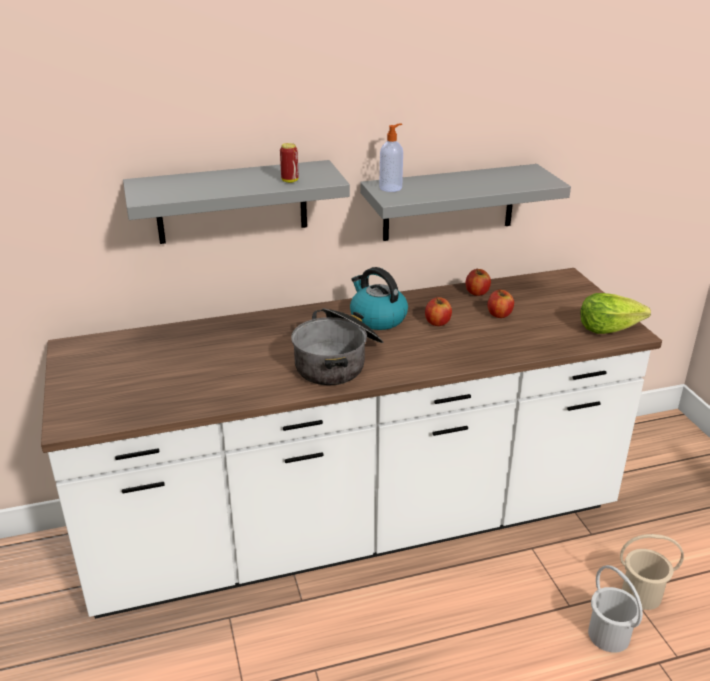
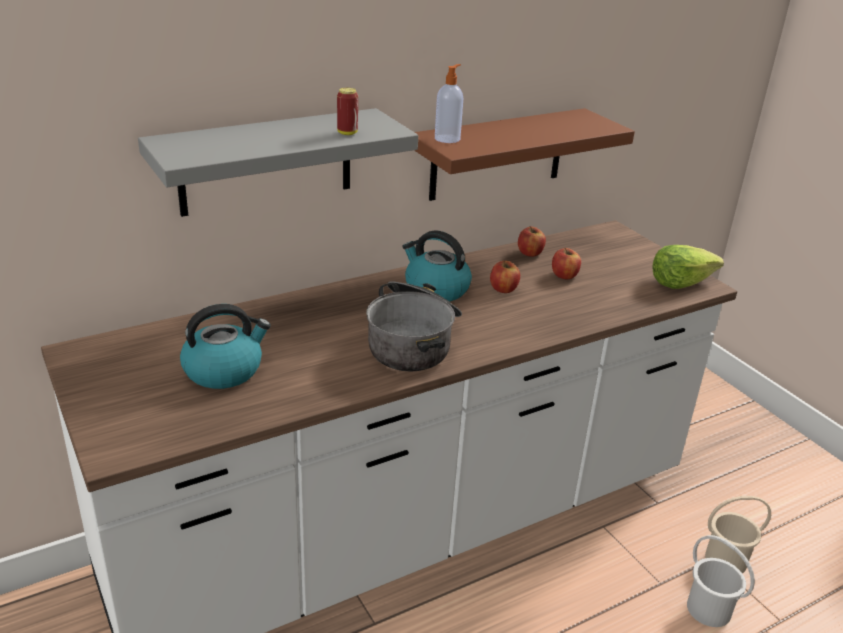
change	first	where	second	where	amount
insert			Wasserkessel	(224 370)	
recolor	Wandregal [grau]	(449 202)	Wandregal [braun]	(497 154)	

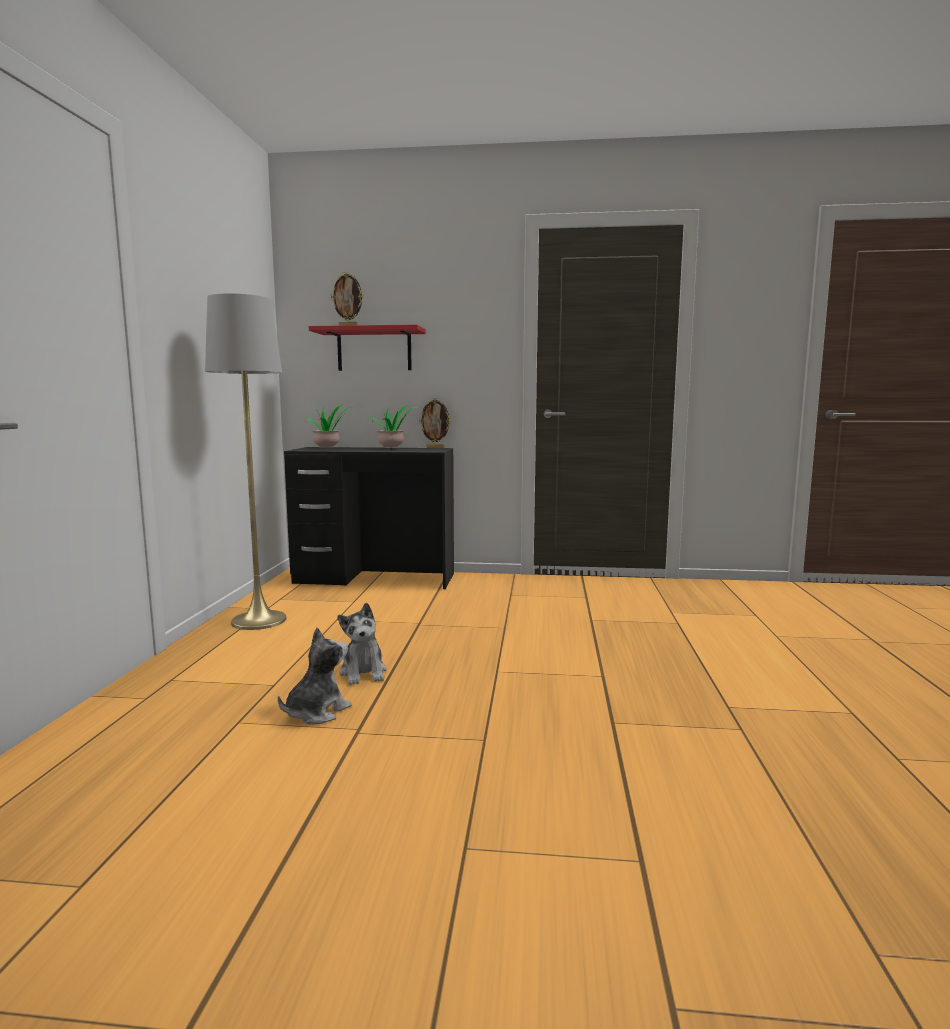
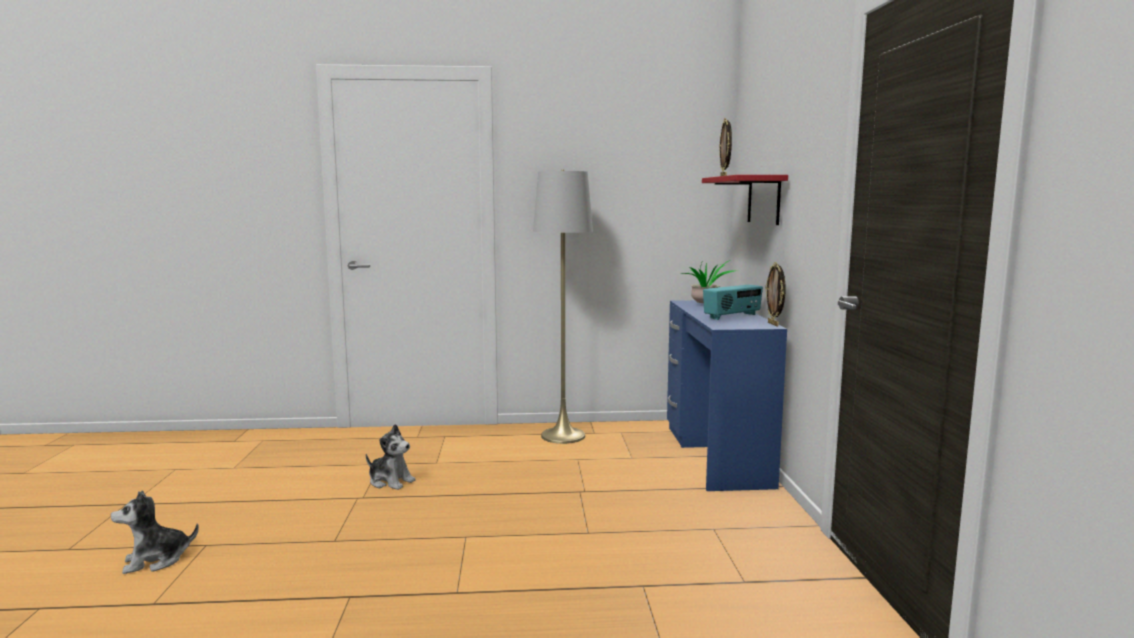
change	first	where	second	where	amount
move	Plüschtier	(363 672)		(156 560)	
recolor	Schreibtisch [schwarz]	(375 578)	Schreibtisch [blau]	(717 455)	
replace	Topfpflanze	(393 449)	Radio	(732 316)	

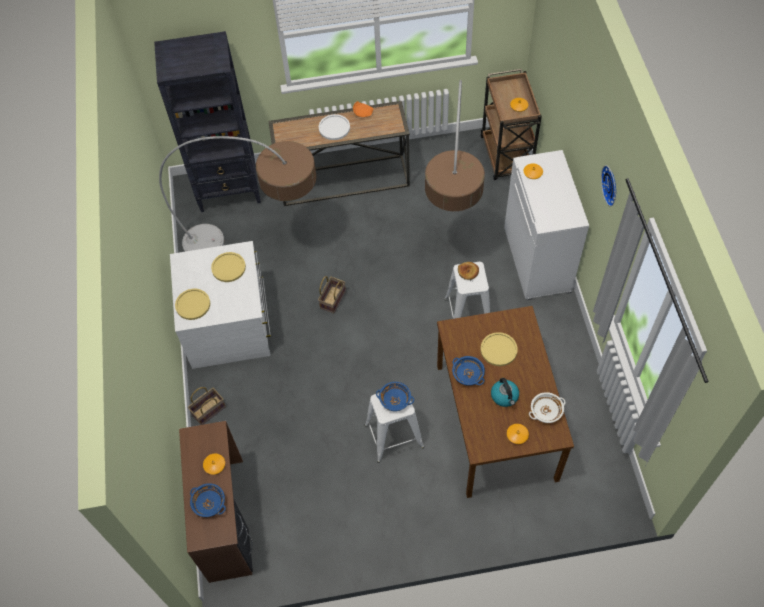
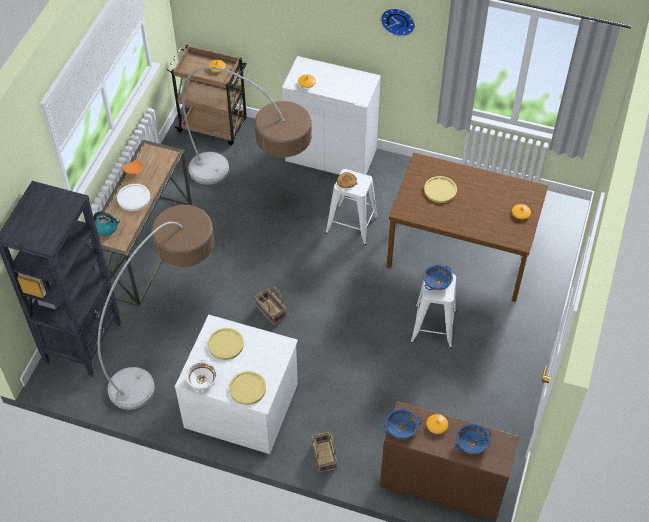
change	first	where	second	where	amount
move	Wasserkessel	(505 396)		(106 228)	
move	Schüssel [weiß]	(546 412)		(202 380)	
move	Schüssel [blau]	(467 375)		(401 428)	

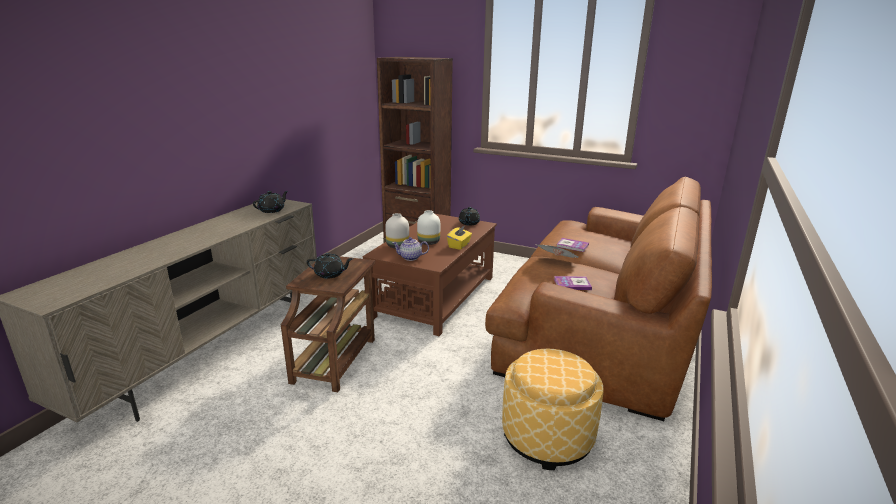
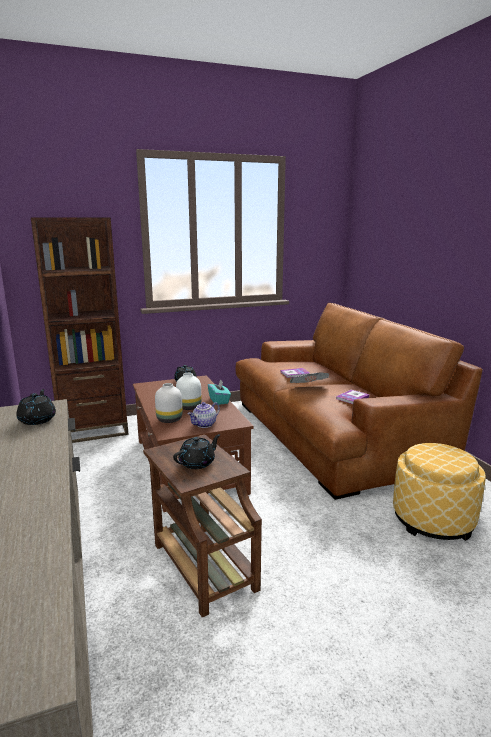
change	first	where	second	where	amount
recolor	Taschentuchbox [gelb]	(459 245)	Taschentuchbox [türkis]	(219 400)	

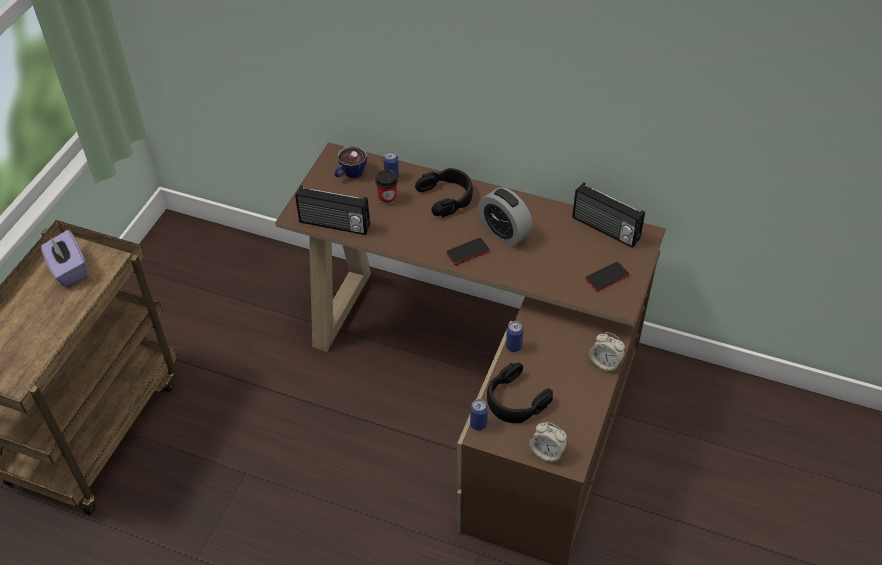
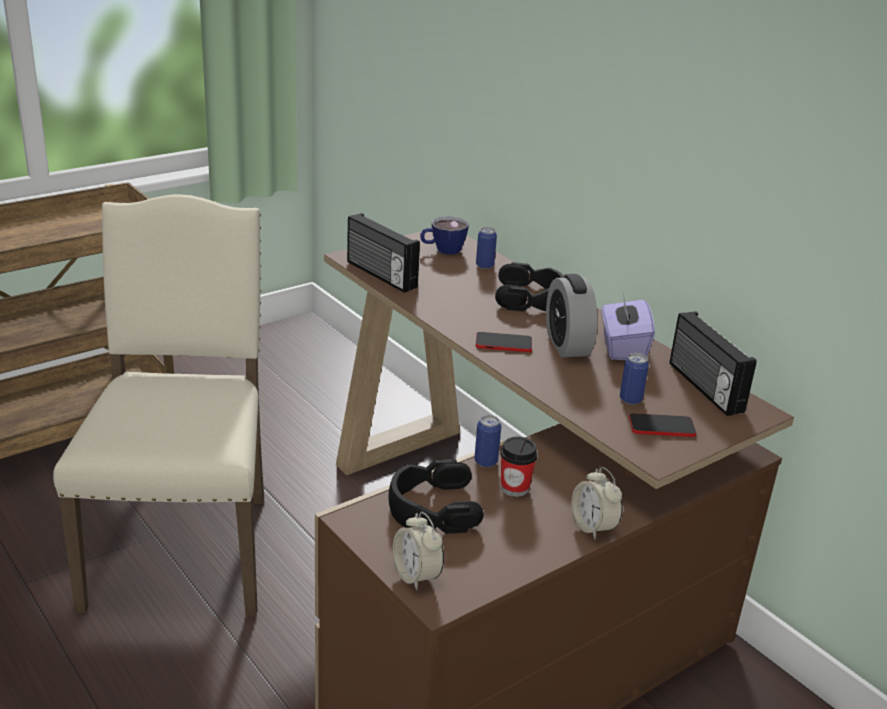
change	first	where	second	where	amount
insert			Stuhl [beige]	(185 547)	
move	Tasse	(387 199)		(515 488)	
move	Taschentuchbox [lila]	(69 270)		(622 347)	
move	Dose	(478 424)		(630 399)	

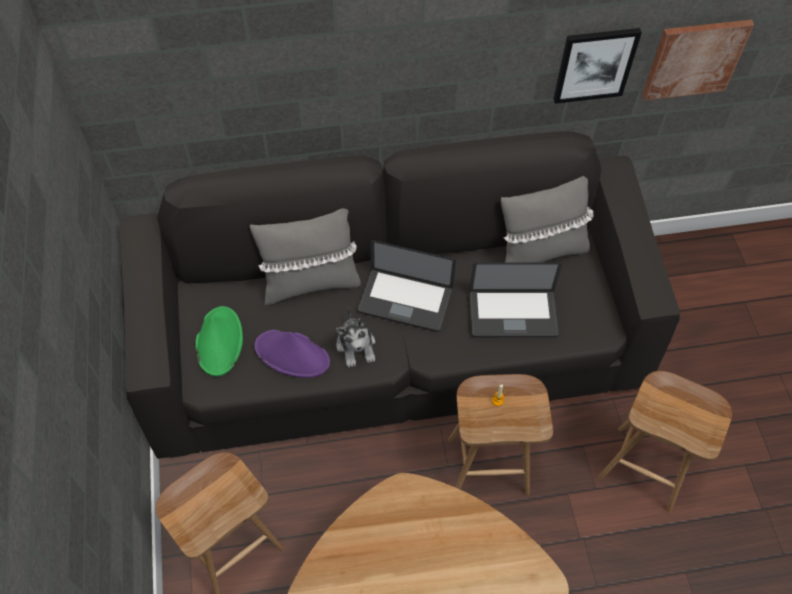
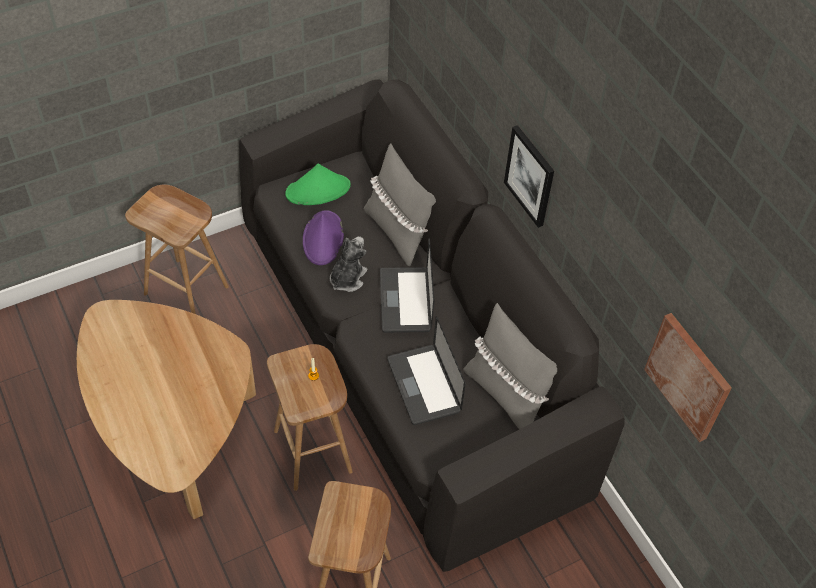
change	first	where	second	where	amount
rotate	Plüschtier	(356 346)		(347 278)	150 degrees clockwise
move	Bild	(595 64)		(530 176)	

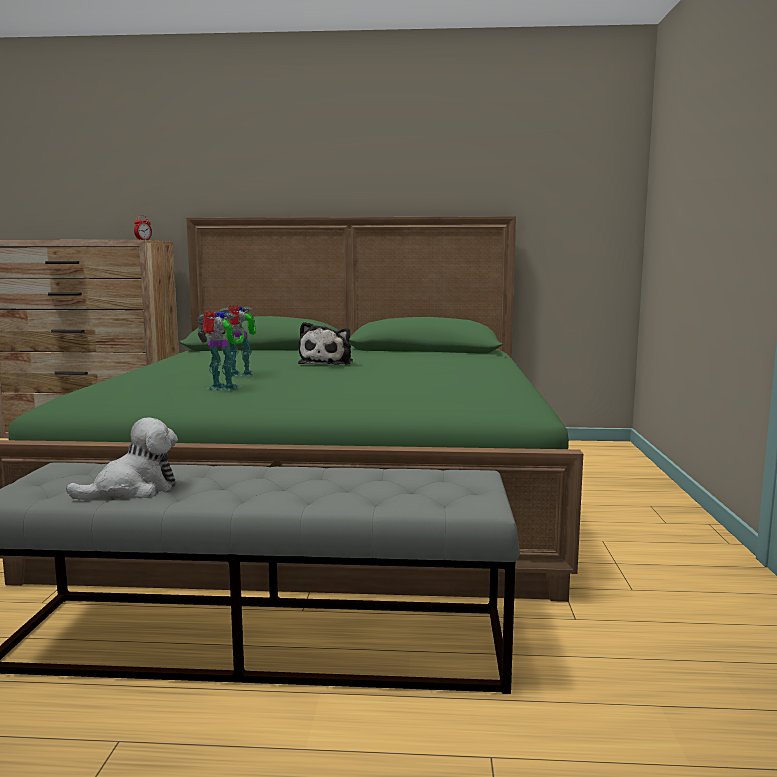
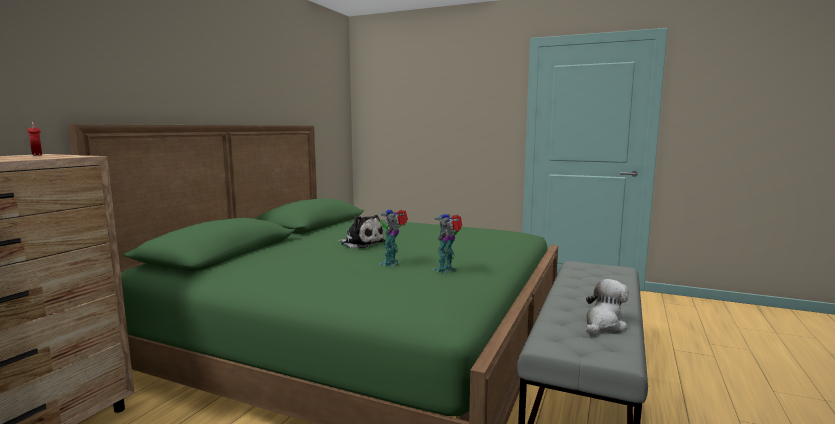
change	first	where	second	where	amount
rotate	Plüschtier	(133 490)		(603 325)	60 degrees clockwise

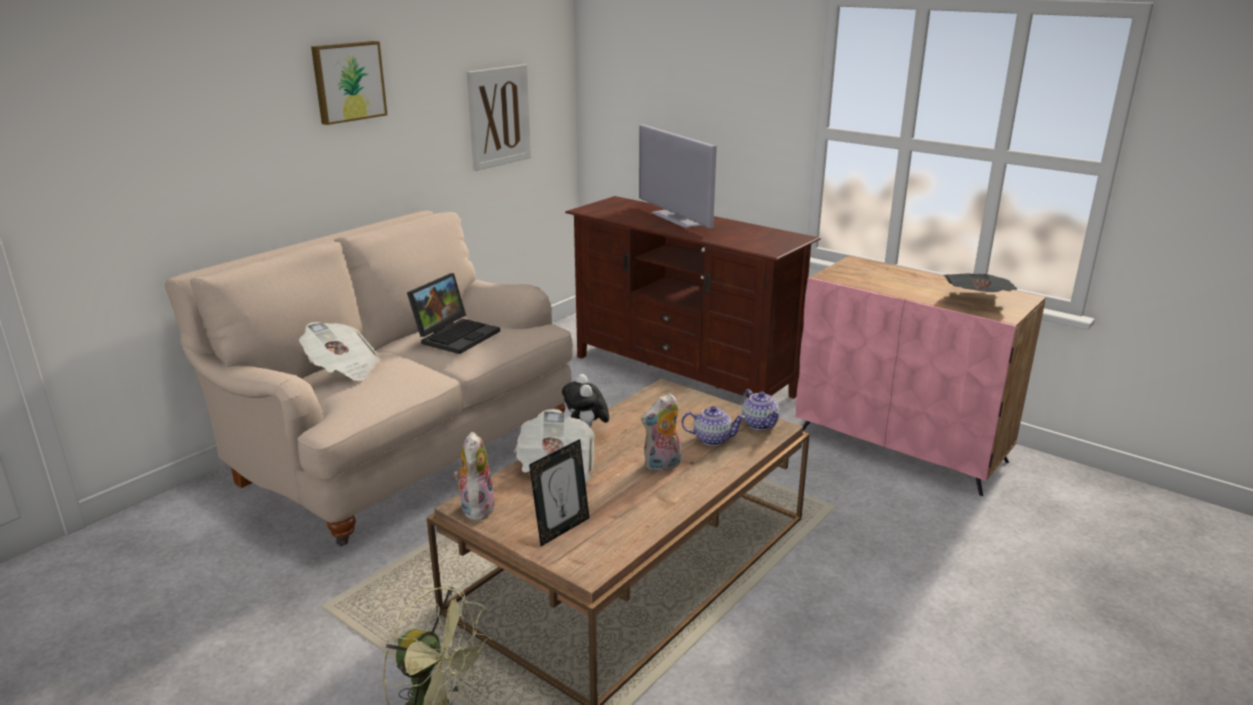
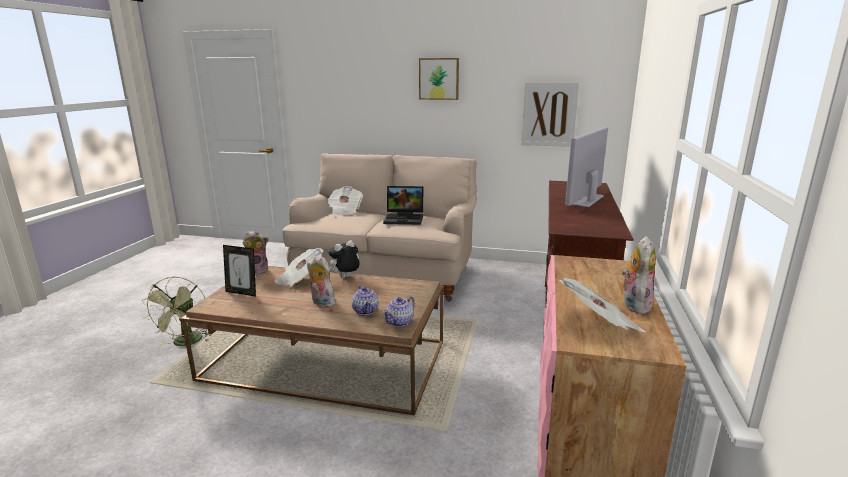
change	first	where	second	where	amount
insert			Plüschtier	(634 304)	

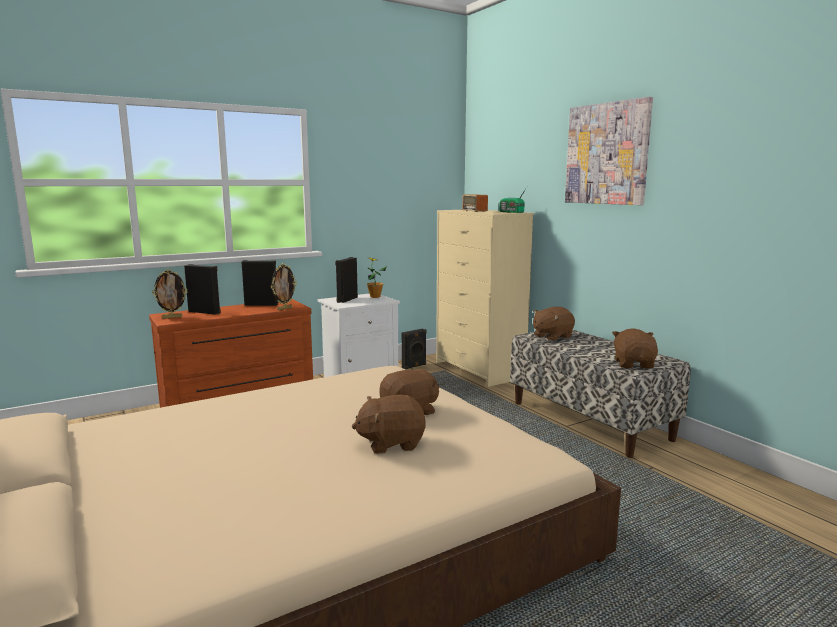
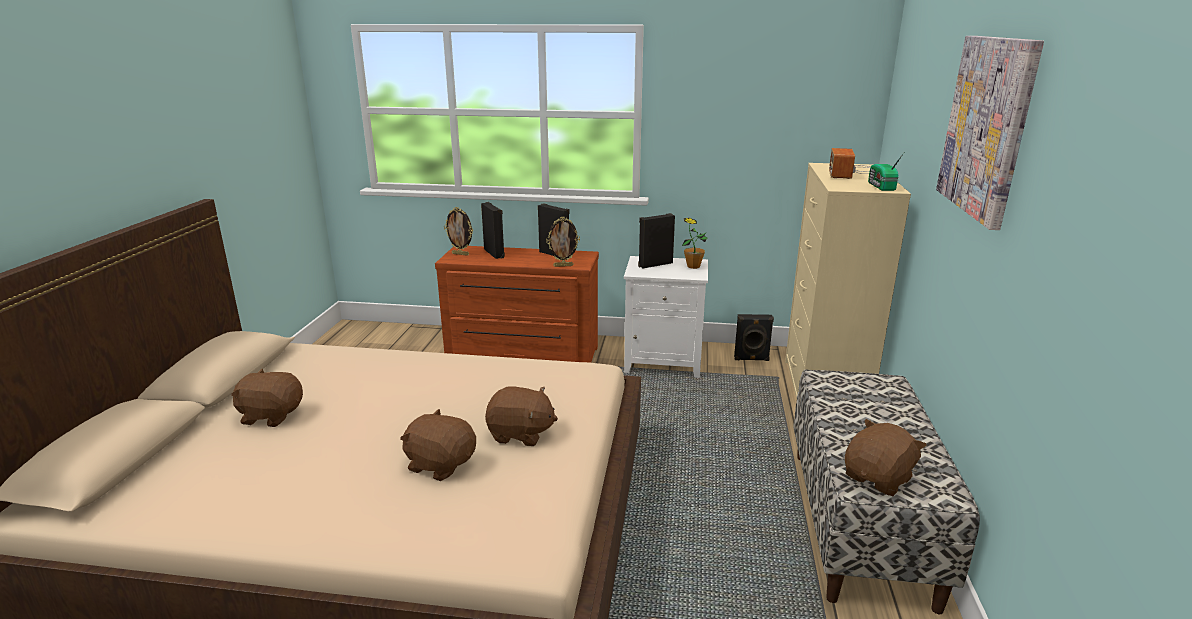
change	first	where	second	where	amount
move	Plüschtier [braun]	(552 336)		(271 415)	

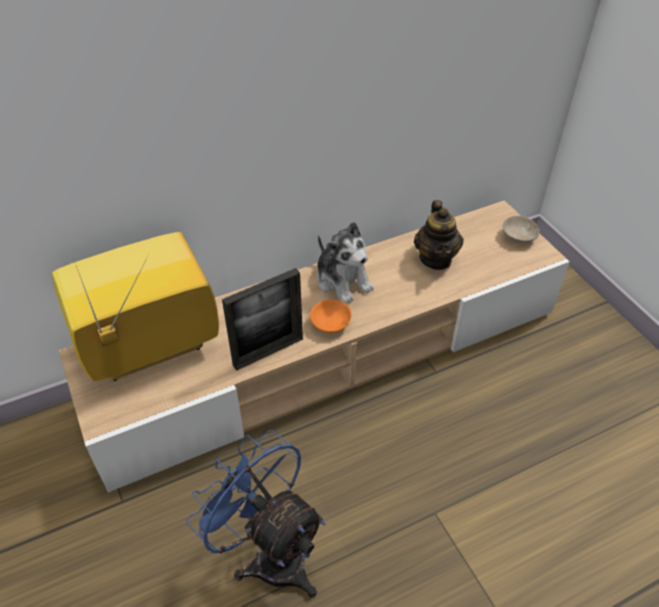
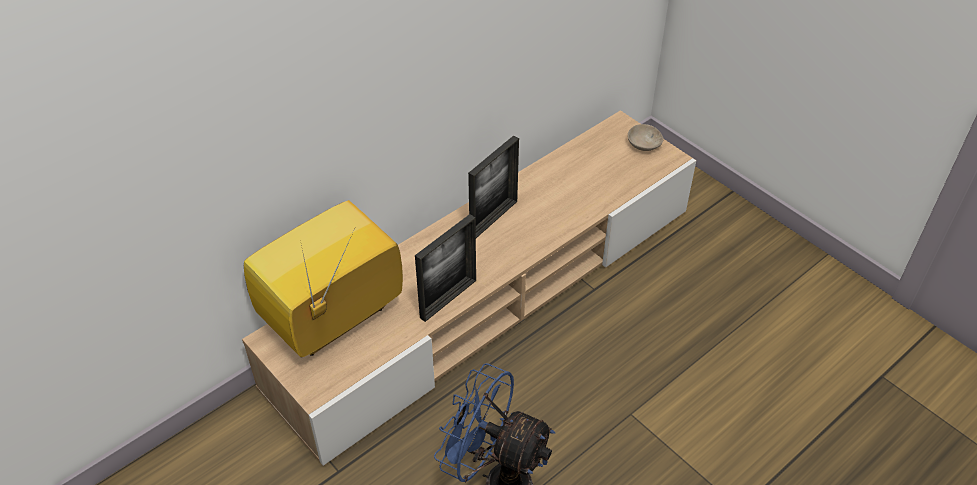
change	first	where	second	where	amount
replace	Plüschtier	(343 281)	Bilderrahmen	(493 218)	
delete	Schüssel [orange]	(330 322)			
delete	Teekanne	(436 259)			

